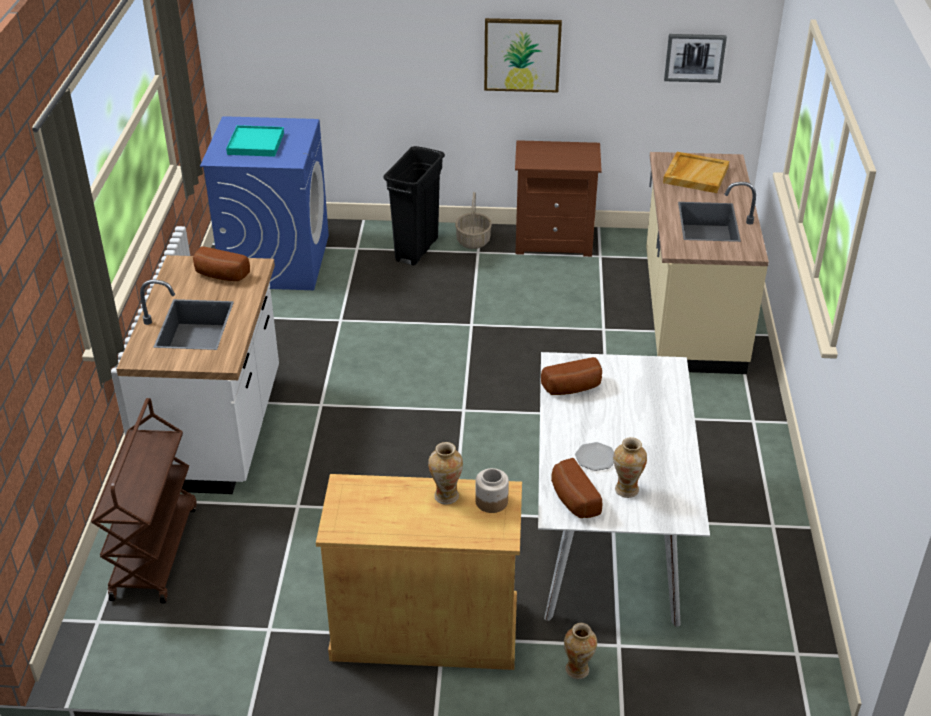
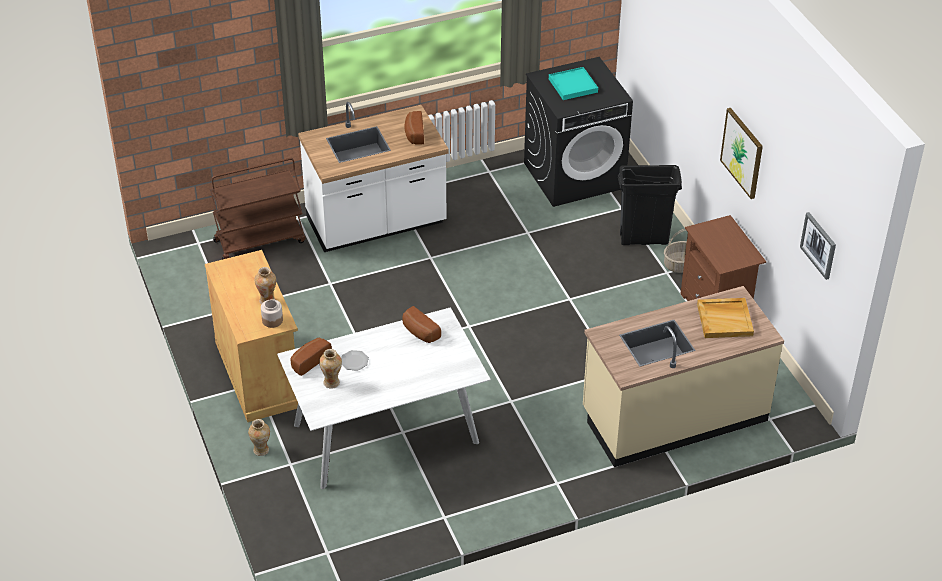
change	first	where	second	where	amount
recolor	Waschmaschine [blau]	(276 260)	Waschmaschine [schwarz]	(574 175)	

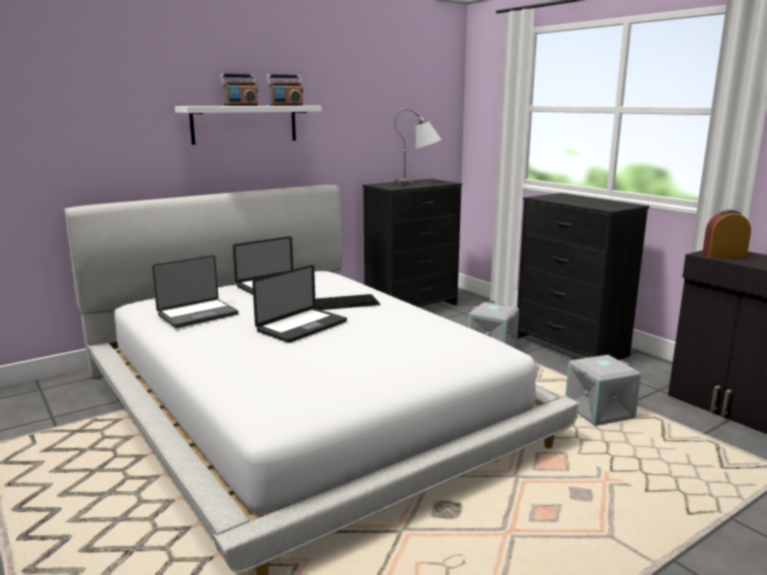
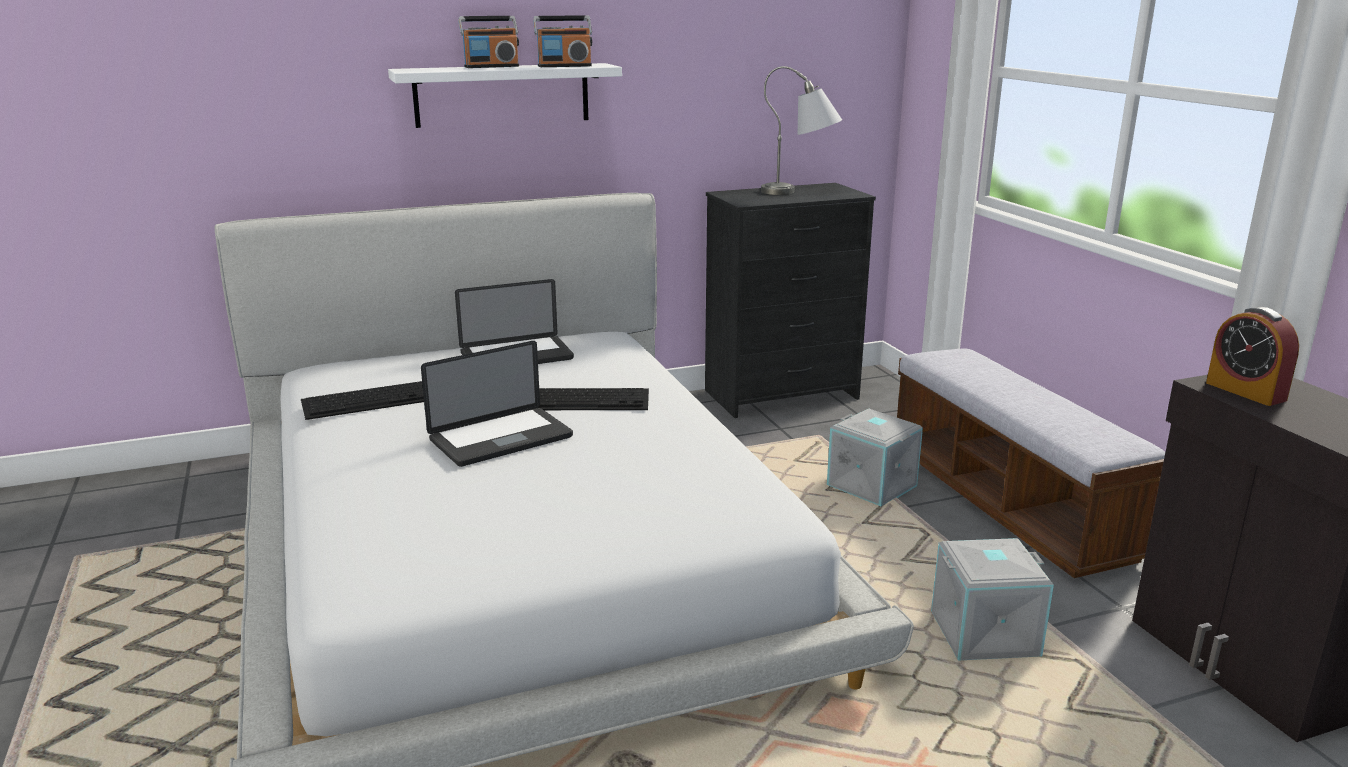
change	first	where	second	where	amount
replace	Laptop	(197 314)	Tastatur	(371 399)	
replace	Kommode [schwarz]	(569 347)	Bank	(1008 501)	
rotate	Wecker	(724 256)		(1245 391)	135 degrees counterclockwise

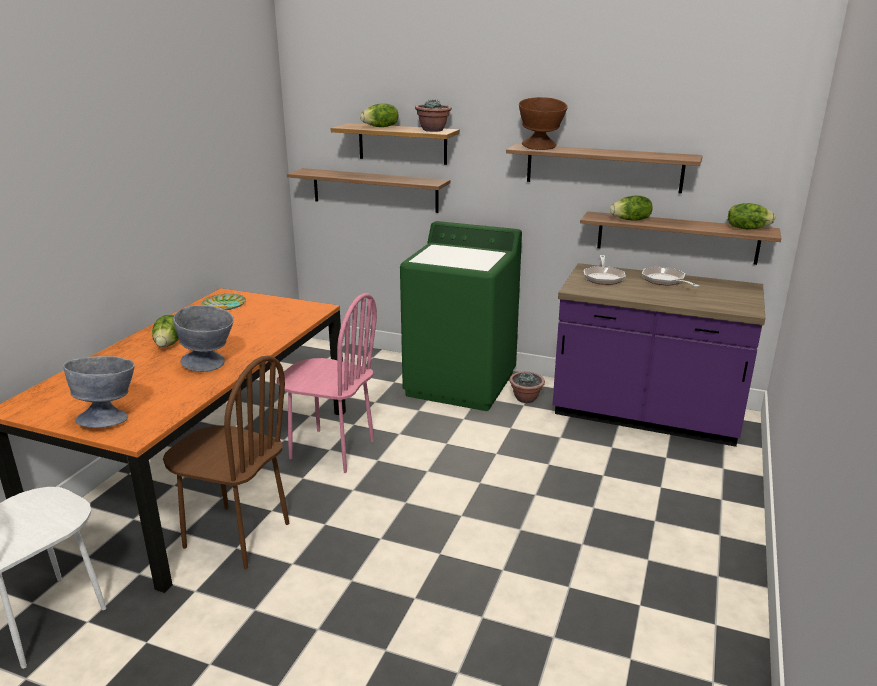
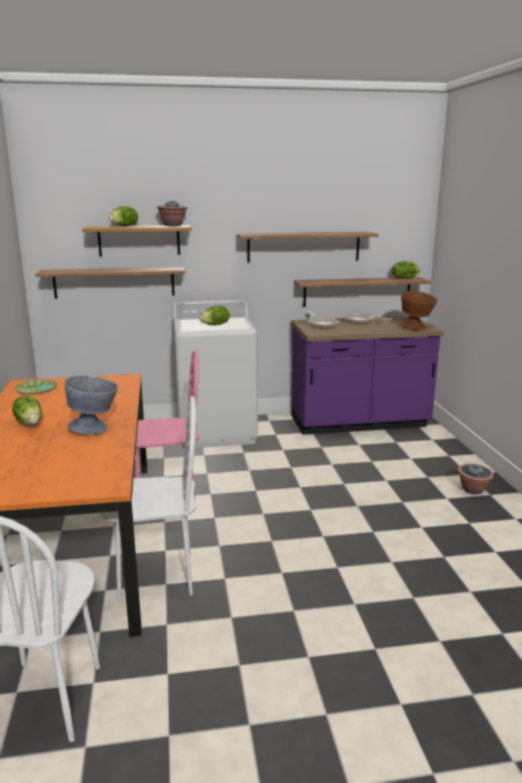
change	first	where	second	where	amount
recolor	Stuhl [braun]	(236 536)	Stuhl [weiß]	(156 576)	
recolor	Waschmaschine [grün]	(461 384)	Waschmaschine [weiß]	(216 431)	
move	Salatkopf	(631 220)		(215 325)	
move	Schüssel [braun]	(540 148)		(416 328)	
move	Topfpflanze	(526 399)		(473 490)	
delete	Schüssel [grau]	(110 417)			

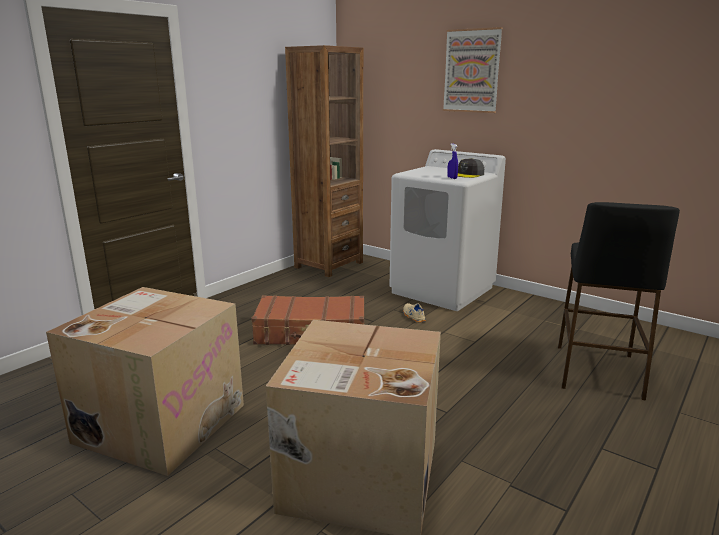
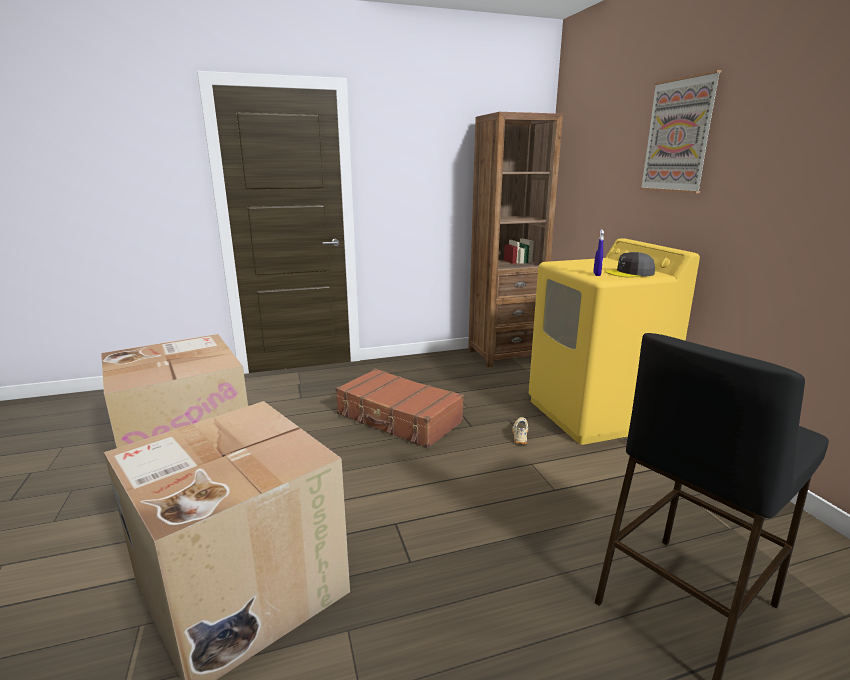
change	first	where	second	where	amount
recolor	Waschmaschine [weiß]	(443 290)	Waschmaschine [gelb]	(594 414)	

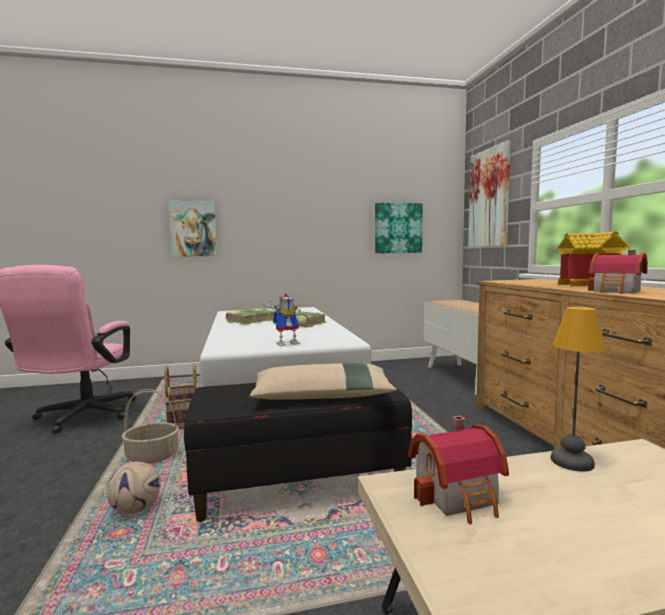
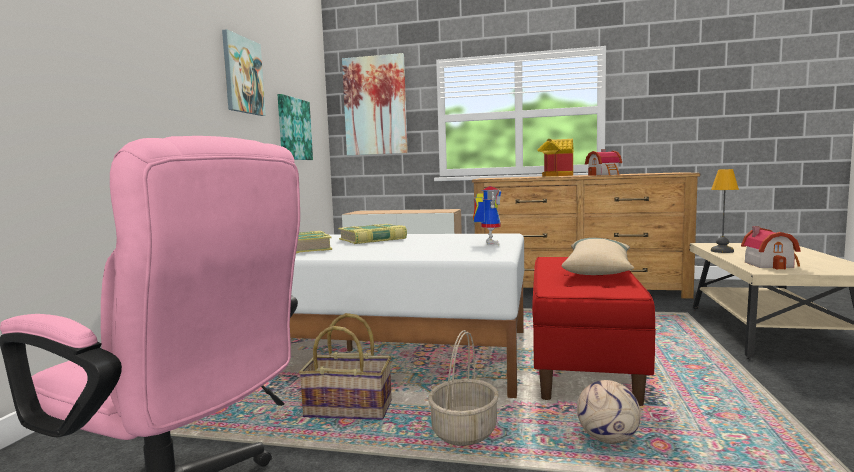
change	first	where	second	where	amount
move	Bild	(193 229)		(242 75)	
recolor	Bank [schwarz]	(300 483)	Bank [rot]	(581 362)	

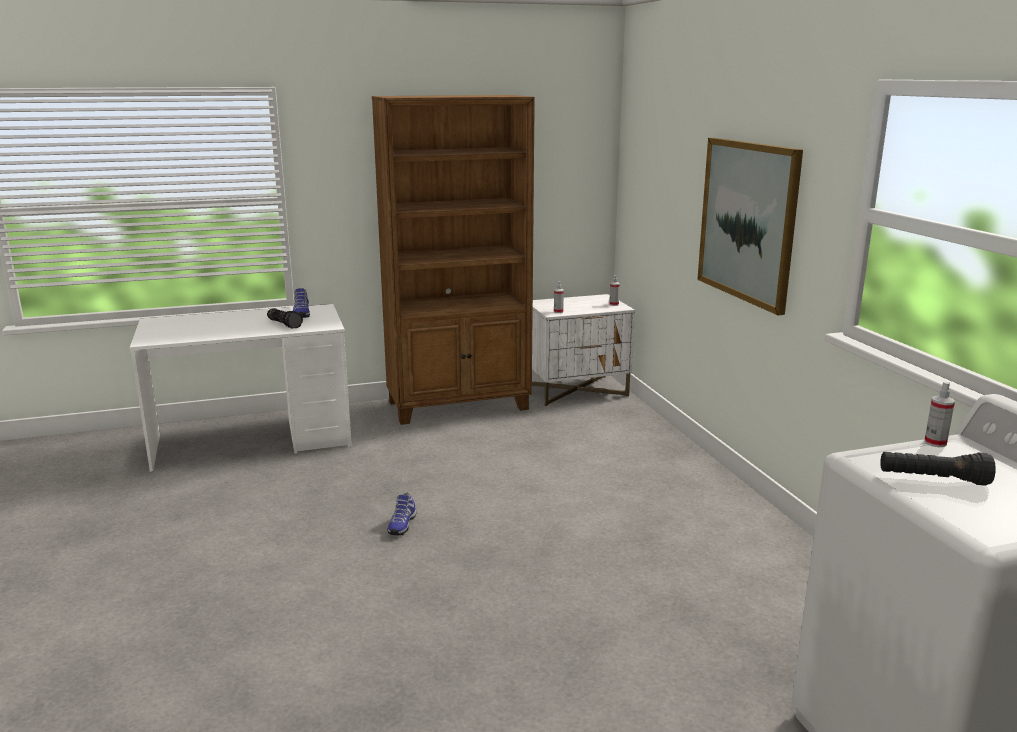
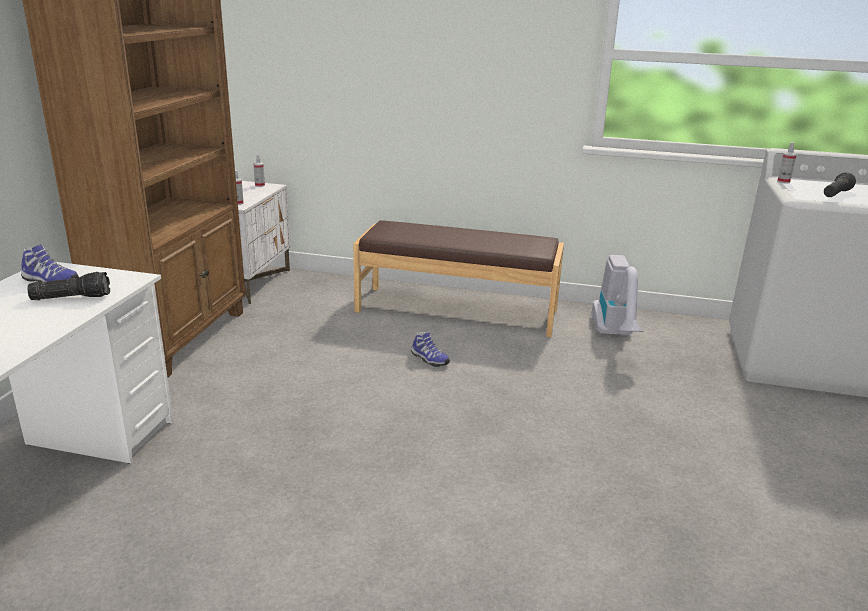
change	first	where	second	where	amount
insert			Bank [braun]	(457 310)	
move	Schuh	(401 525)		(429 359)	
insert			Staubsauger	(615 335)	
delete	Bild	(747 221)			

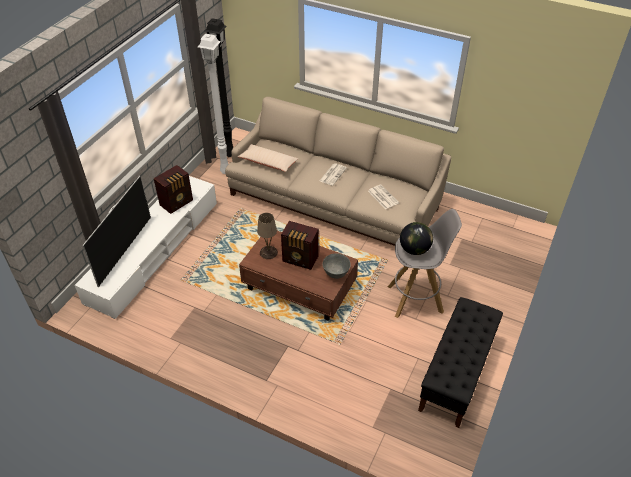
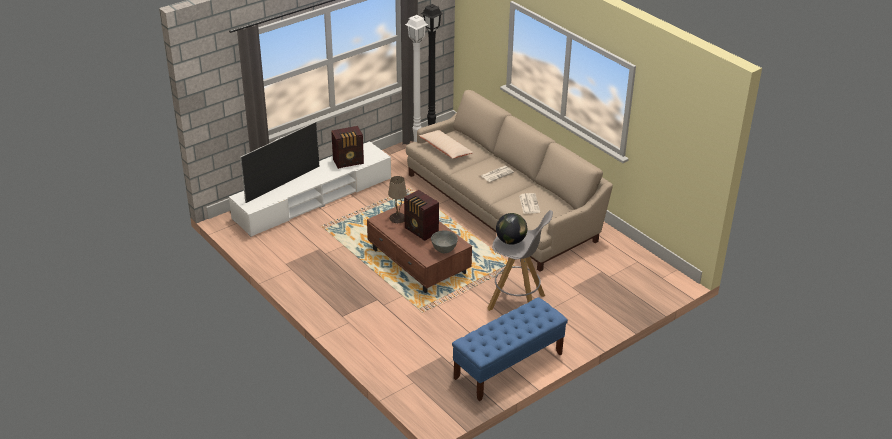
change	first	where	second	where	amount
recolor	Bank [schwarz]	(456 374)	Bank [blau]	(508 366)	

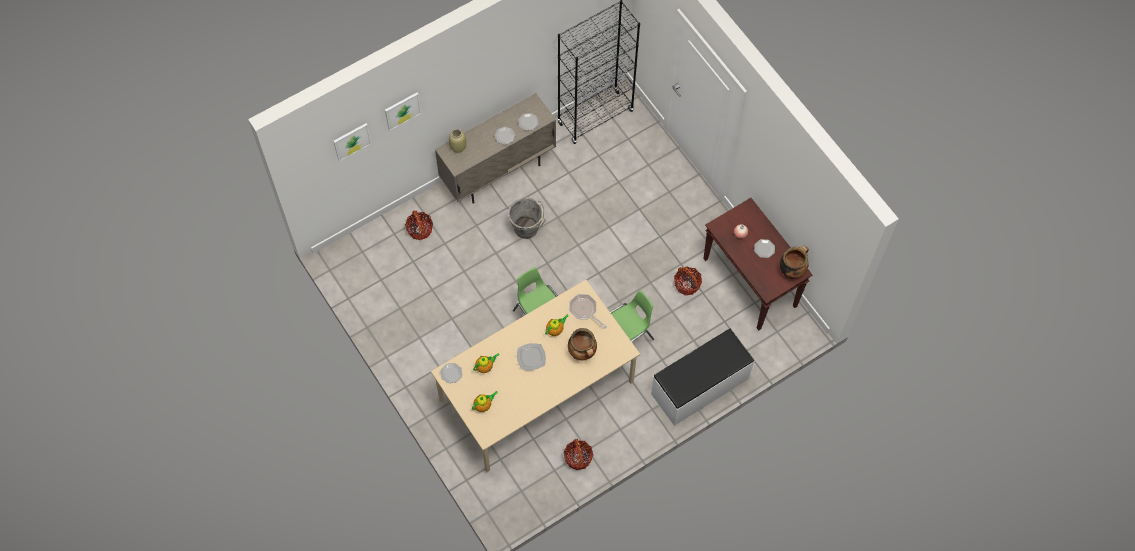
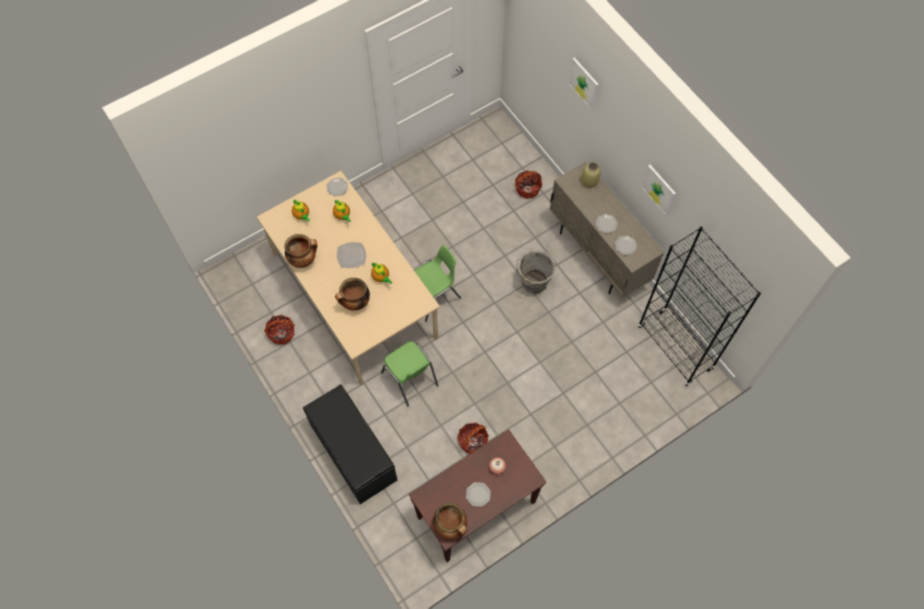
change	first	where	second	where	amount
insert			Kochtopf	(303 259)	
recolor	Bank [weiß]	(700 387)	Bank [schwarz]	(352 452)	
move	Bild	(352 141)		(659 189)	
delete	Pfanne	(584 310)			

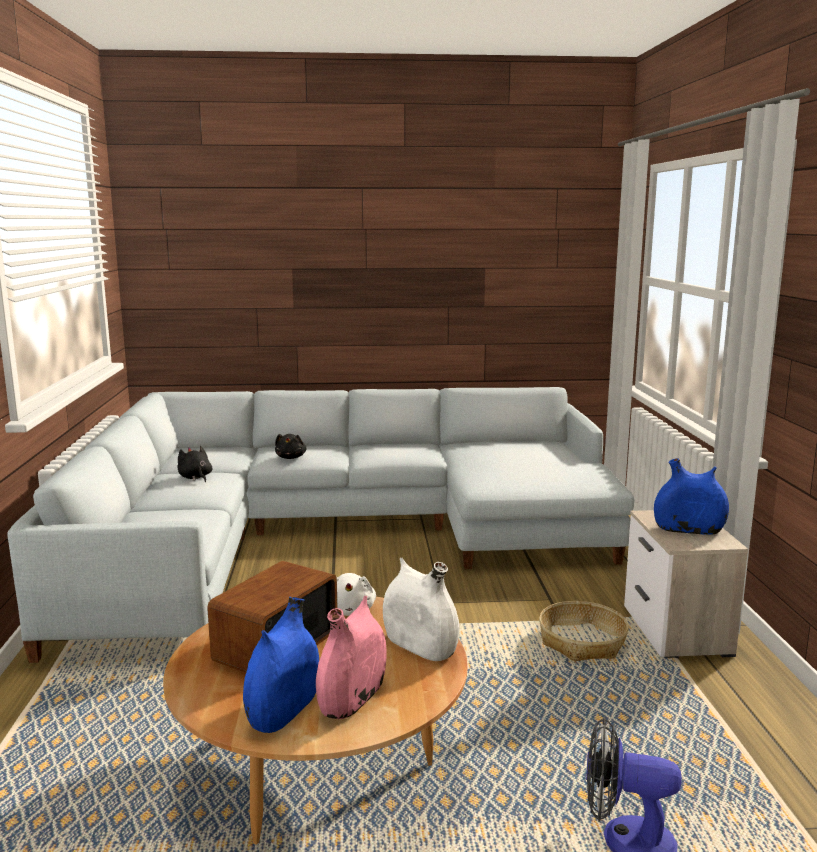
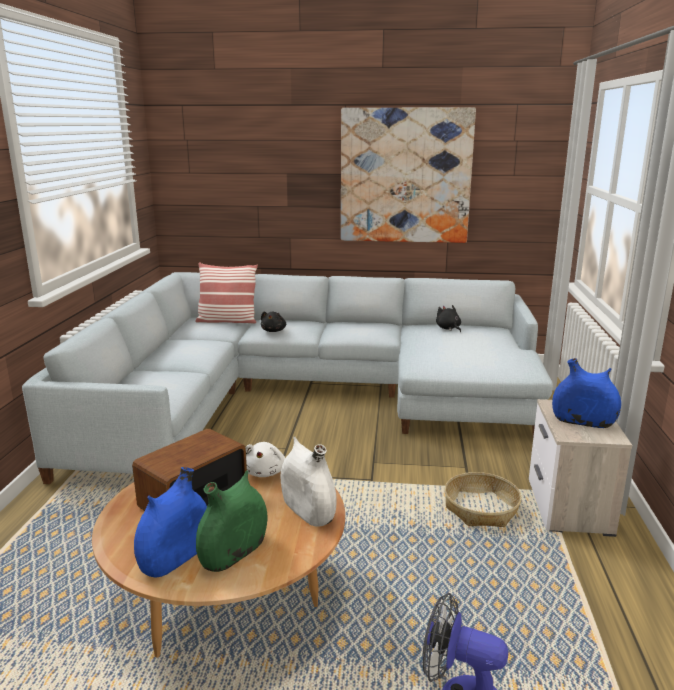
change	first	where	second	where	amount
insert			Kissen	(227 321)	
recolor	Vase [rosa]	(353 698)	Vase [grün]	(234 553)	
insert			Bild	(405 176)	
move	Plüschtier [schwarz]	(195 477)		(448 328)	

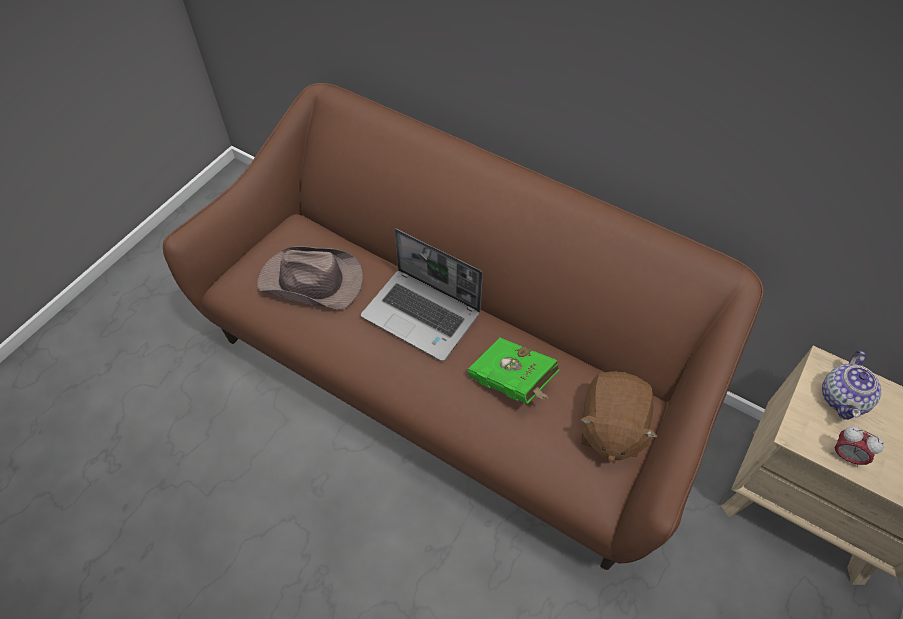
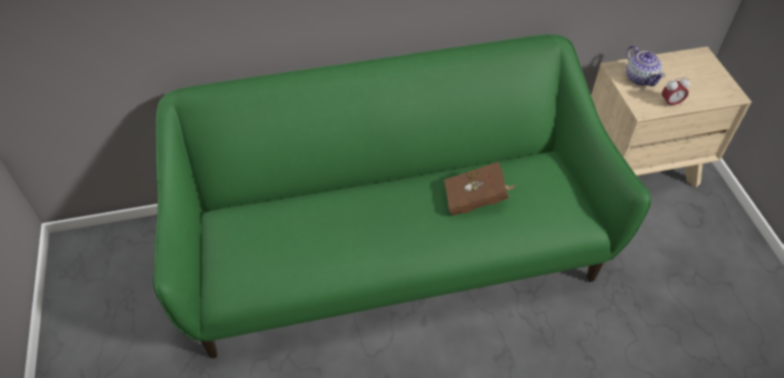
change	first	where	second	where	amount
recolor	Sofa [braun]	(451 374)	Sofa [grün]	(392 251)	
recolor	Buch [grün]	(513 383)	Buch [braun]	(477 200)	
delete	Hut [braun]	(312 282)			
delete	Laptop	(423 315)			
delete	Plüschtier [braun]	(610 428)			

